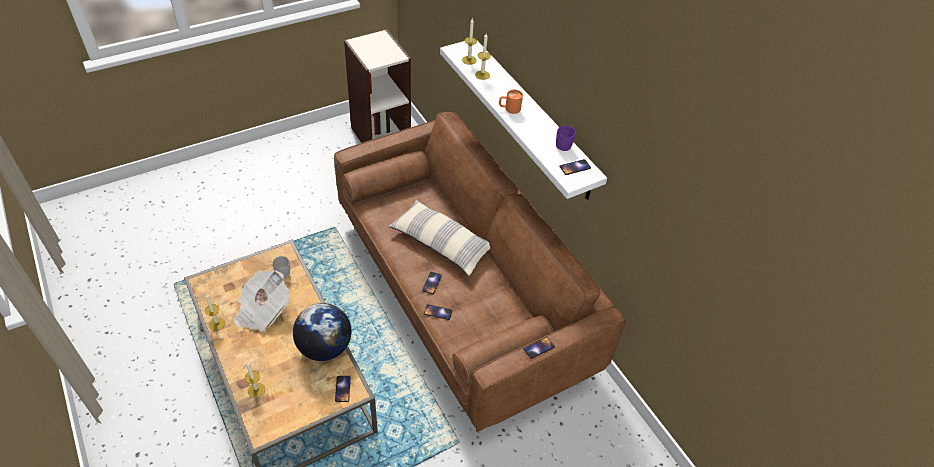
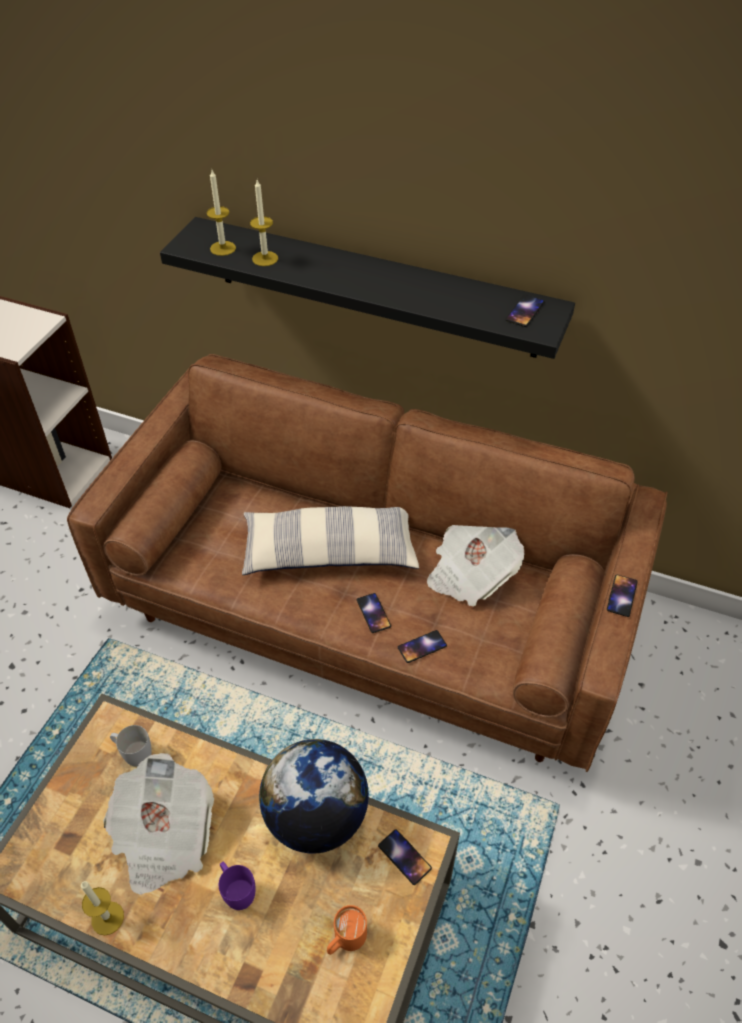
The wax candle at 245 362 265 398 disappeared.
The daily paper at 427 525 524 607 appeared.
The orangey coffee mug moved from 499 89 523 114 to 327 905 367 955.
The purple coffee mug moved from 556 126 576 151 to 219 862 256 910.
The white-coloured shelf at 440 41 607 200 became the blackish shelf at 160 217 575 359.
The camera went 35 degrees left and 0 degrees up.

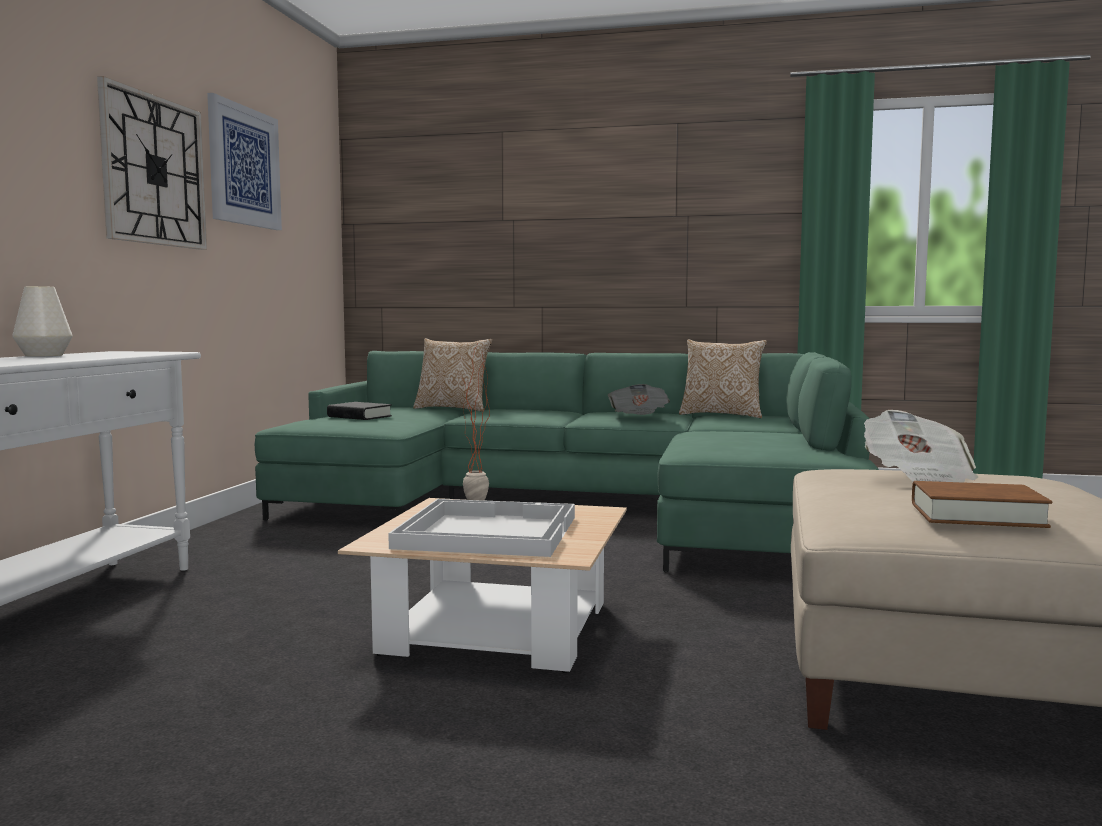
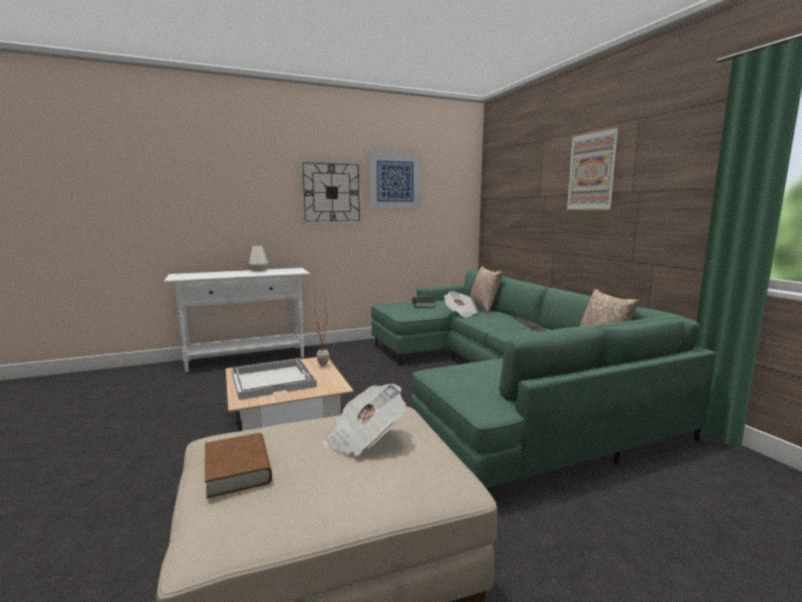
The daily paper at 444 291 478 317 appeared.
The wall picture at 566 126 619 211 appeared.
The camera went 55 degrees right and 5 degrees up.

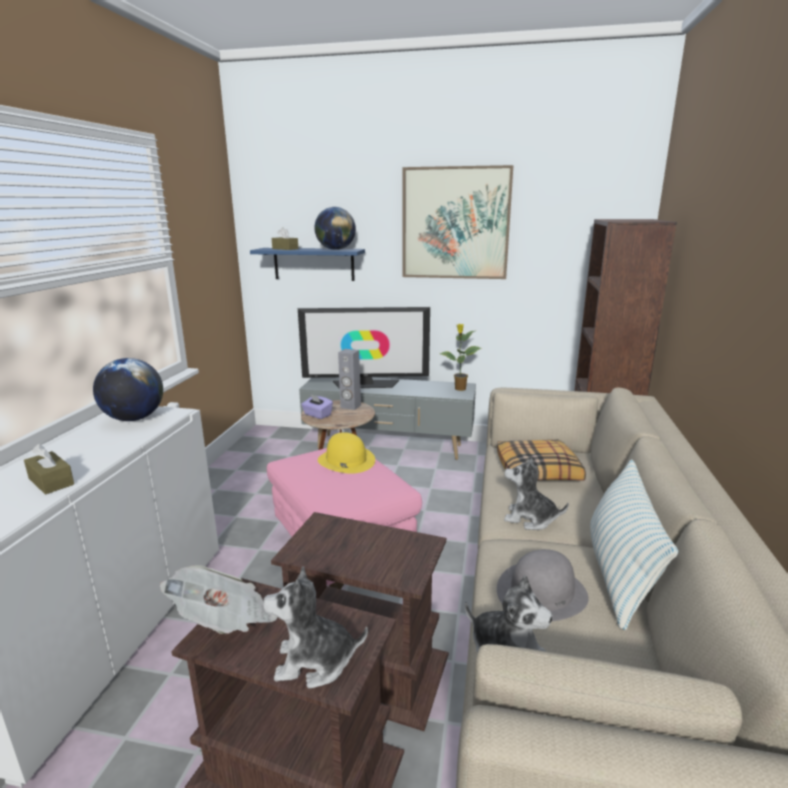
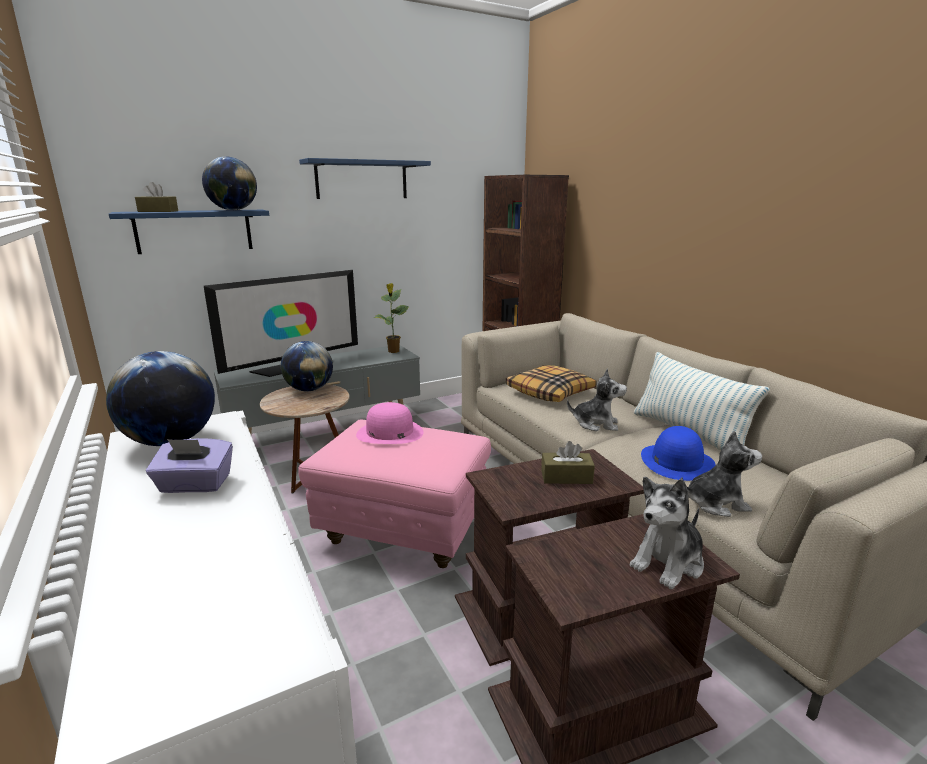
The daily paper at 160 565 277 634 disappeared.
The brownish box of tissues moved from 24 444 74 494 to 541 441 595 484.
The purple box of tissues moved from 301 394 333 419 to 146 438 233 493.
The gray audio speaker at 338 349 361 410 was replaced by the world globe at 281 341 333 391.
The wall picture at 402 165 513 279 was replaced by the blue-coloured shelf at 299 158 431 199.
The yellow-coloured wearable hat at 318 432 375 474 became the pink wearable hat at 356 402 424 444.
The gray wearable hat at 497 549 589 622 became the blue-coloured wearable hat at 641 426 716 481.
The soft toy at 504 458 569 530 turned 150 degrees counterclockwise.
The camera went 40 degrees left and 0 degrees up.

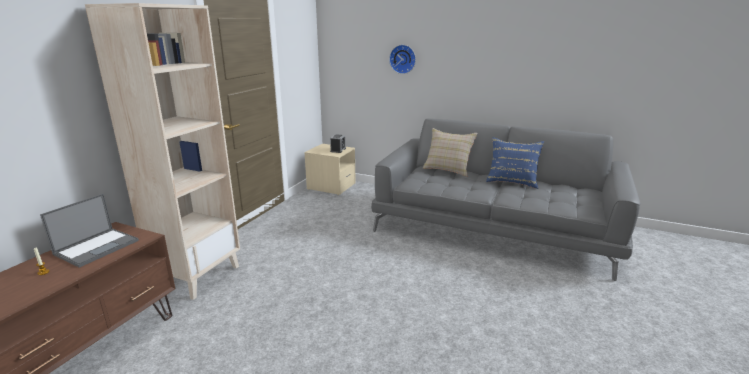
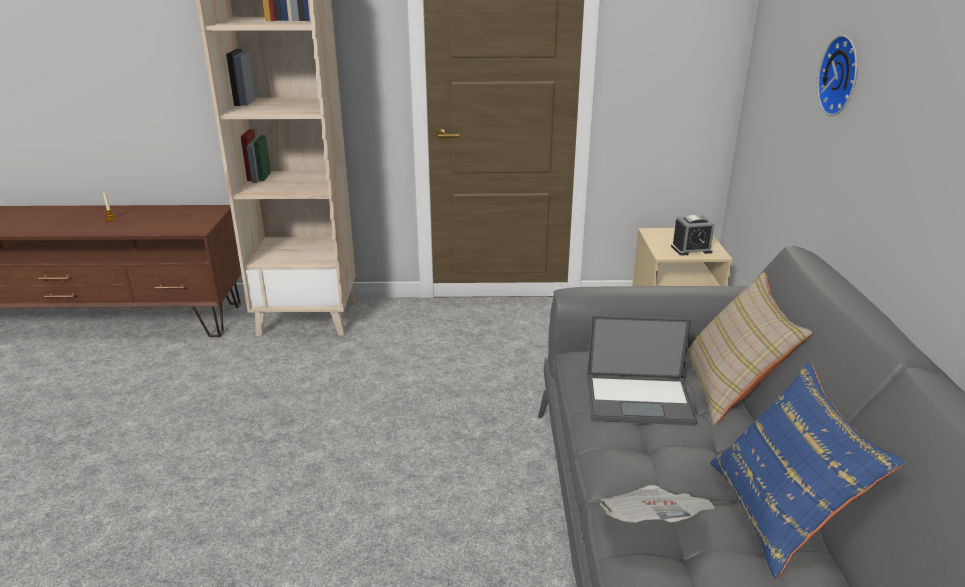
The daily paper at 599 485 715 523 appeared.
The portable computer moved from 40 194 139 268 to 587 315 697 426.
The camera went 65 degrees right and 5 degrees up.

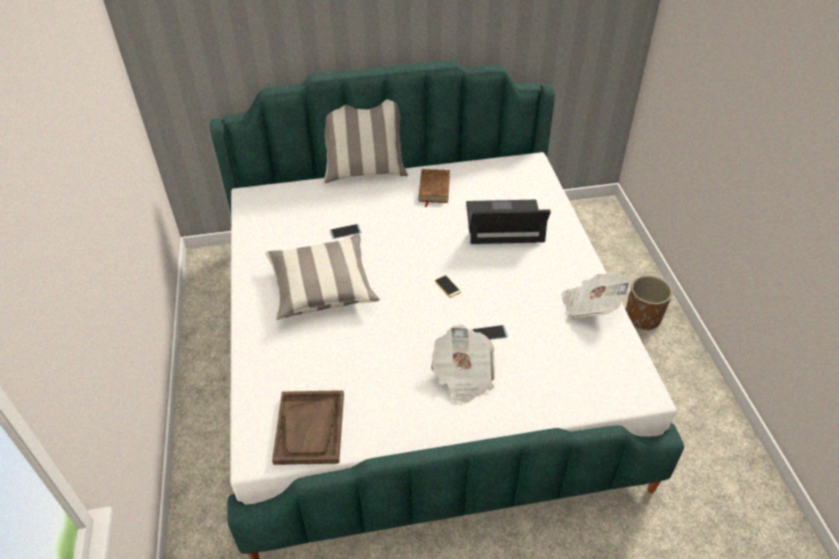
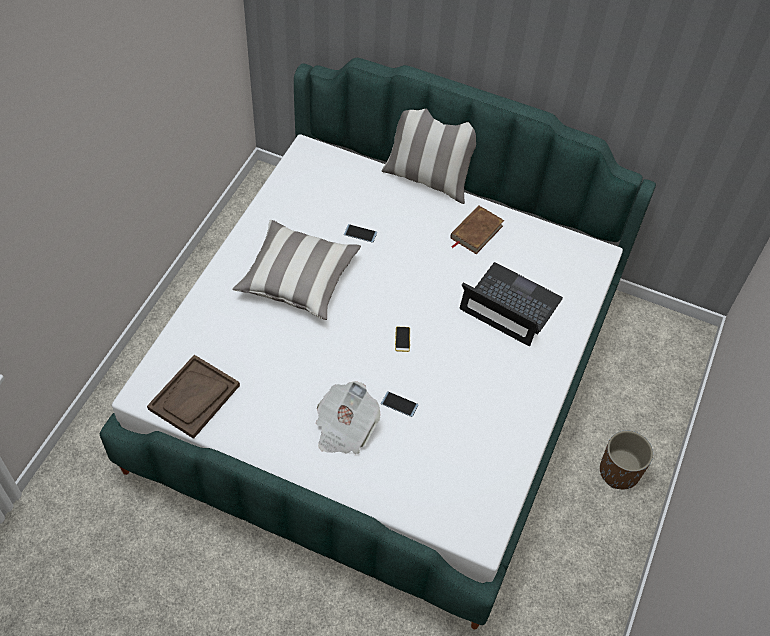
The daily paper at 561 273 631 317 disappeared.
The camera went 30 degrees right and 10 degrees up.

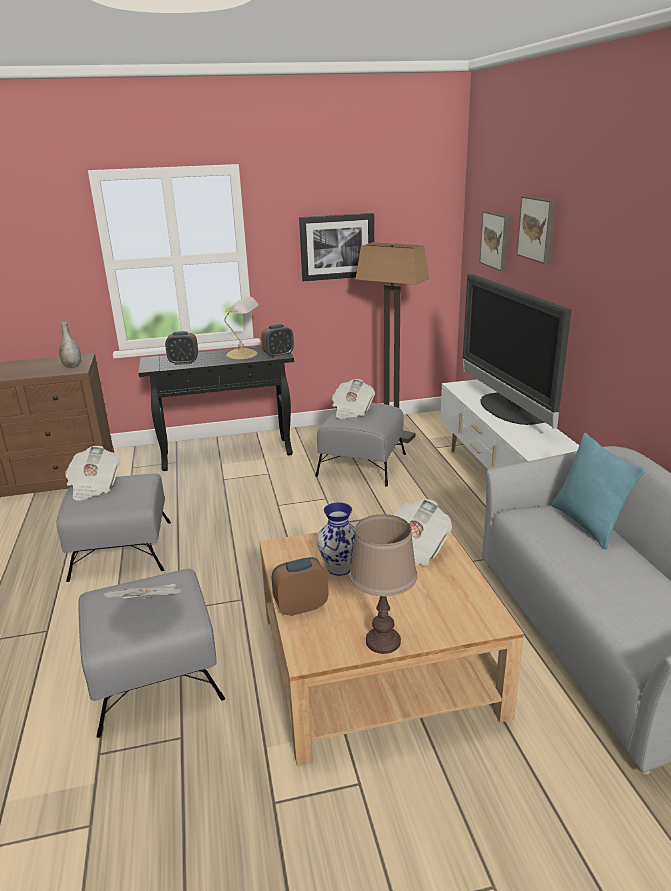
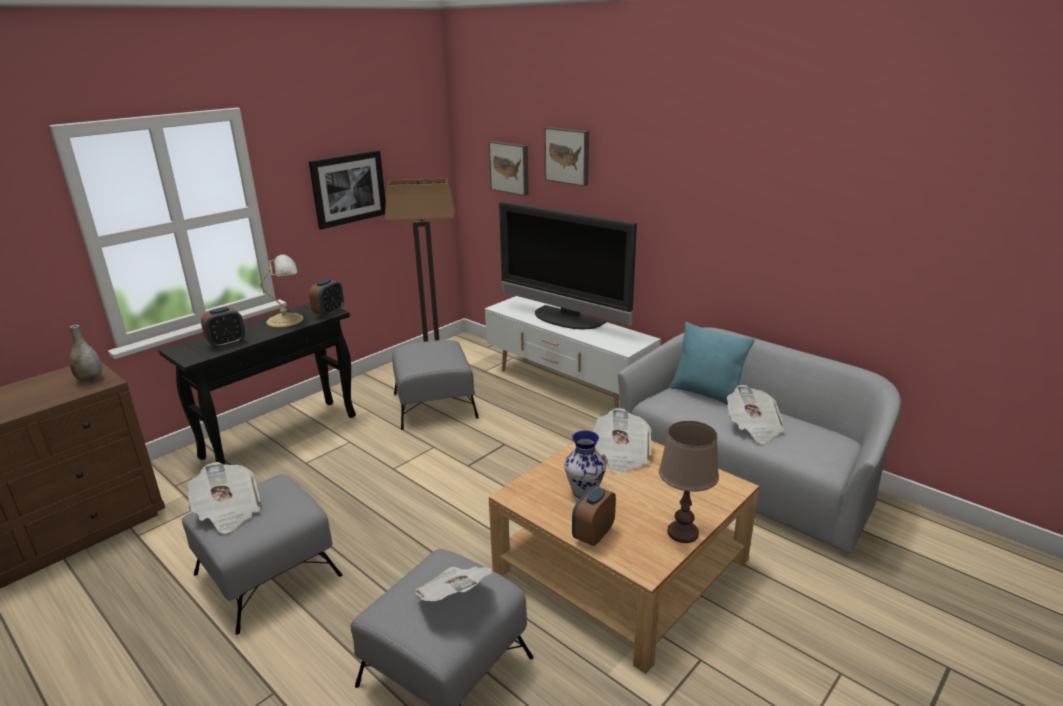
The daily paper moved from 332 379 375 419 to 727 385 785 444.
The camera went 35 degrees left and 0 degrees up.

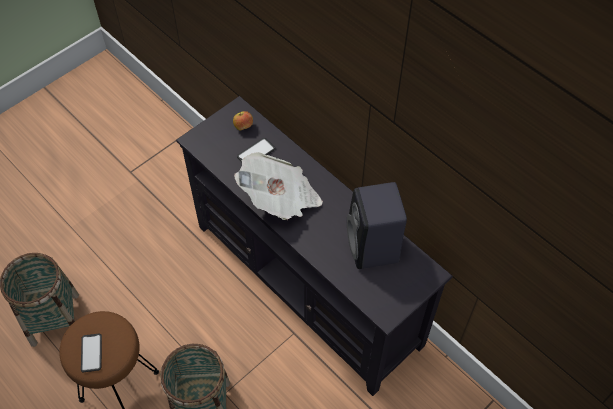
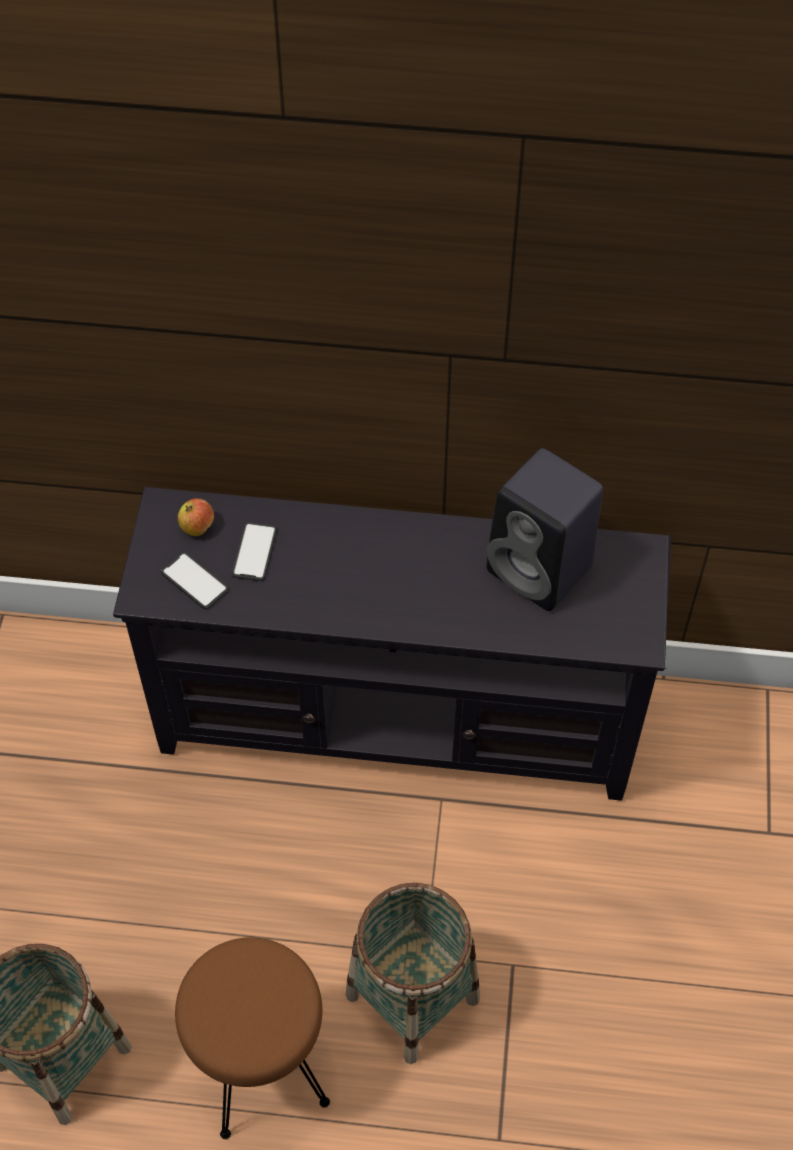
The daily paper at 234 152 323 220 disappeared.
The handset moved from 81 334 102 372 to 161 552 229 609.
The camera went 40 degrees left and 0 degrees up.

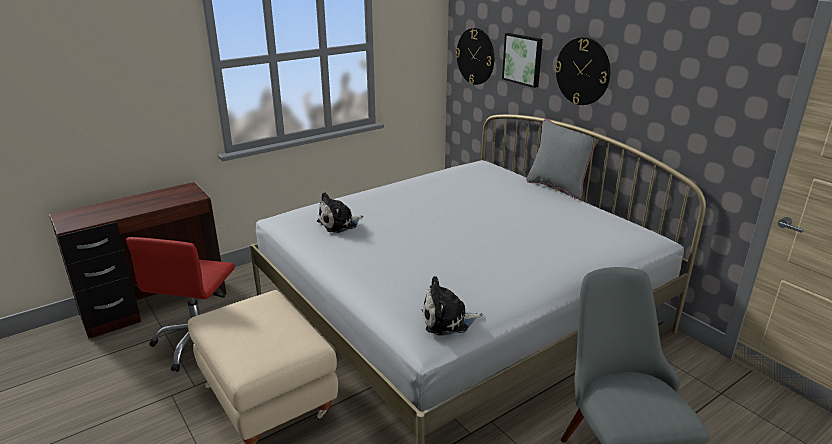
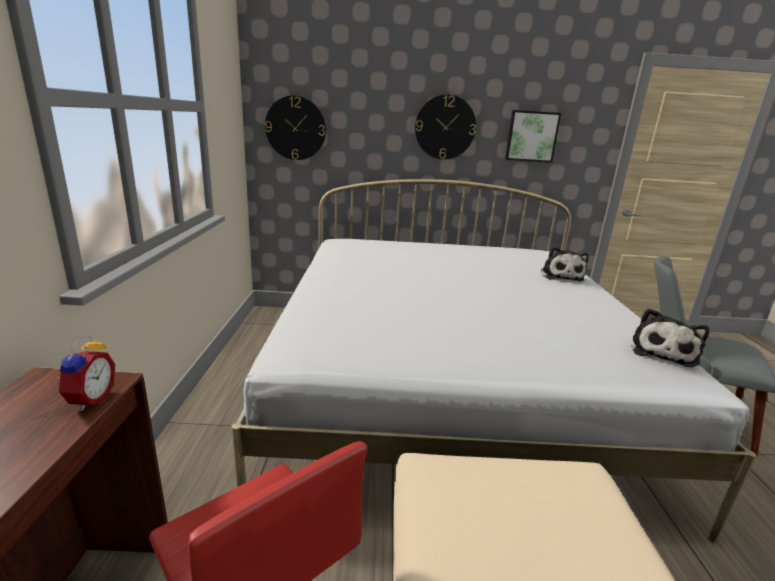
The gray throw pillow at 526 119 600 199 disappeared.
The alarm clock at 56 335 115 411 appeared.
The soft toy moved from 317 192 363 233 to 541 246 589 281.
The wall picture moved from 502 33 543 88 to 505 110 561 163.
The camera went 55 degrees left and 5 degrees down.

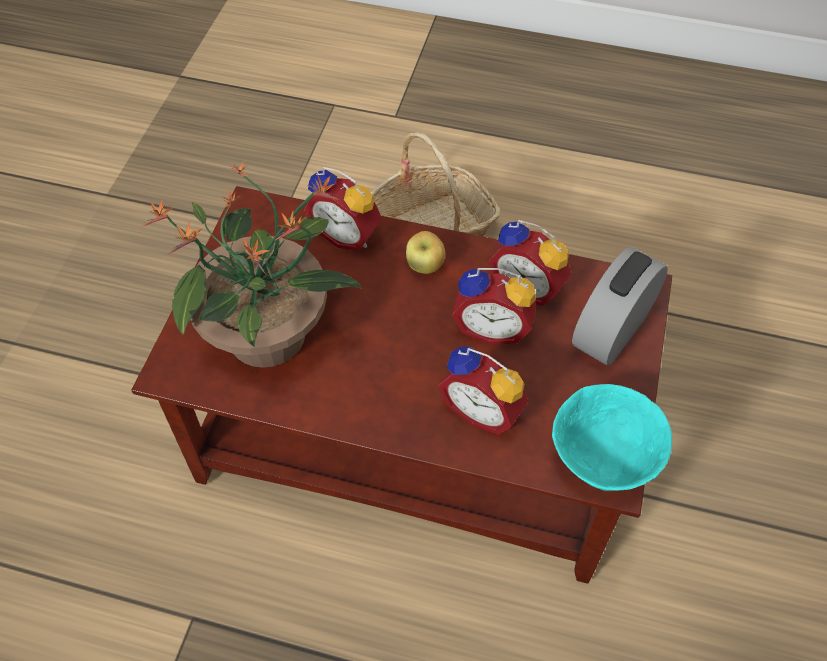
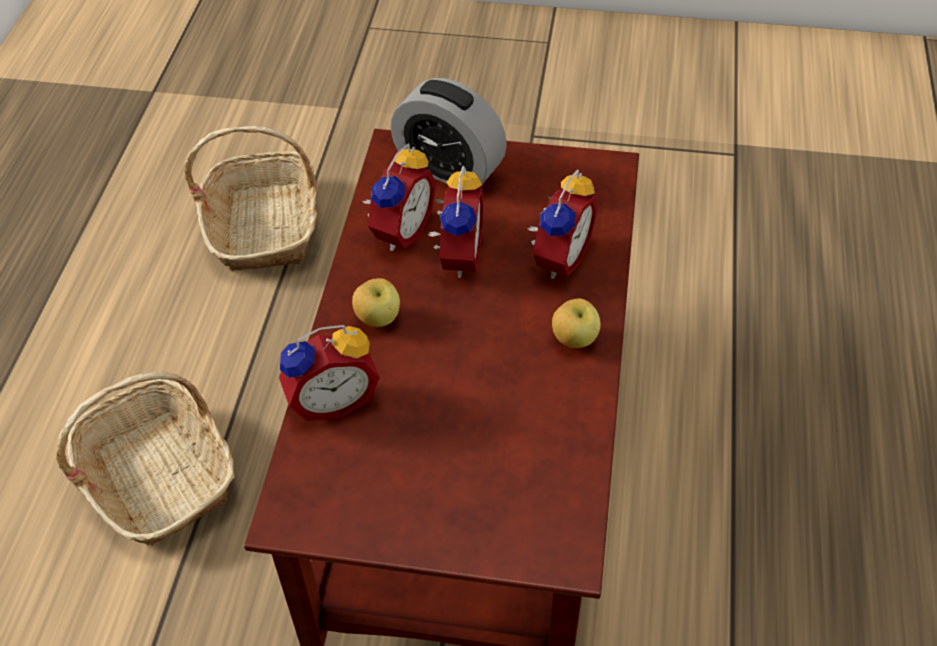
The plant in a pot at 141 162 362 368 disappeared.
The blue-green bowl at 552 384 672 491 disappeared.
The storage basket at 184 126 317 271 appeared.
The whole apple at 552 299 601 348 appeared.
The alarm clock at 304 167 382 251 turned 45 degrees clockwise.
The camera went 95 degrees left and 5 degrees down.

